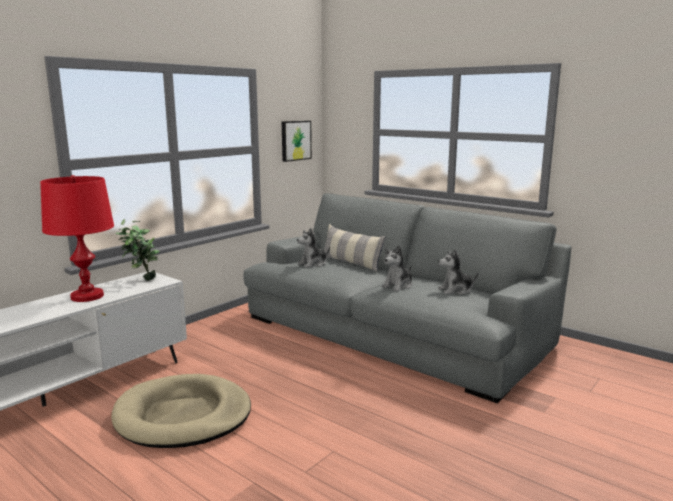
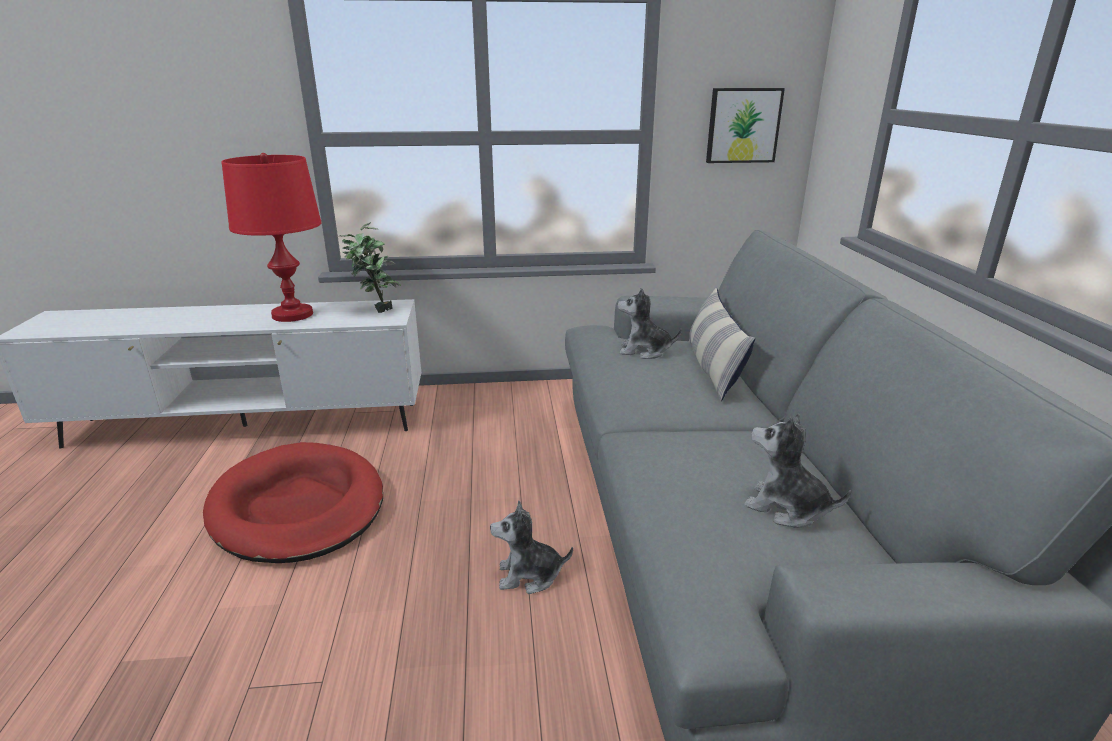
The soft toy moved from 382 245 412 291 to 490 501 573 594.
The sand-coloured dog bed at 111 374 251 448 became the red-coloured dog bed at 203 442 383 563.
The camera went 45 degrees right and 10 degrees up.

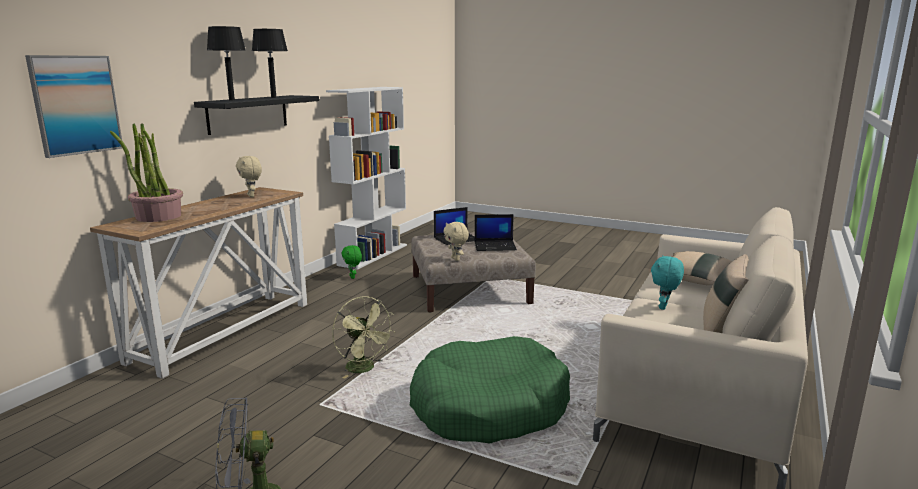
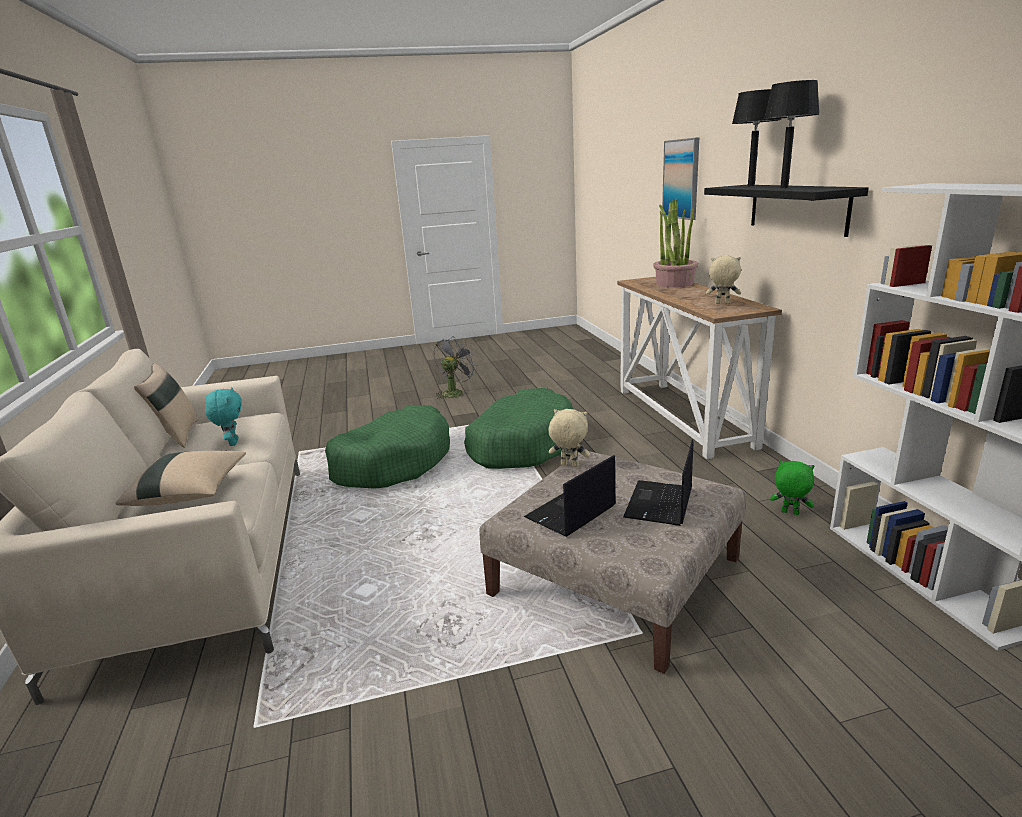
The green electric fan at 332 296 395 379 was replaced by the green dog bed at 464 388 573 469.
The camera went 140 degrees right and 5 degrees up.

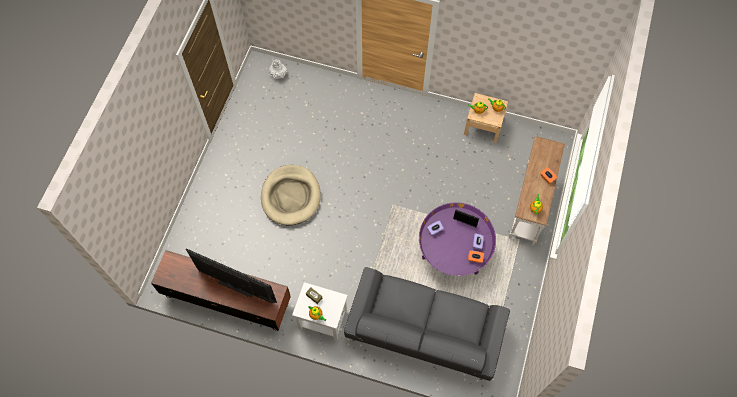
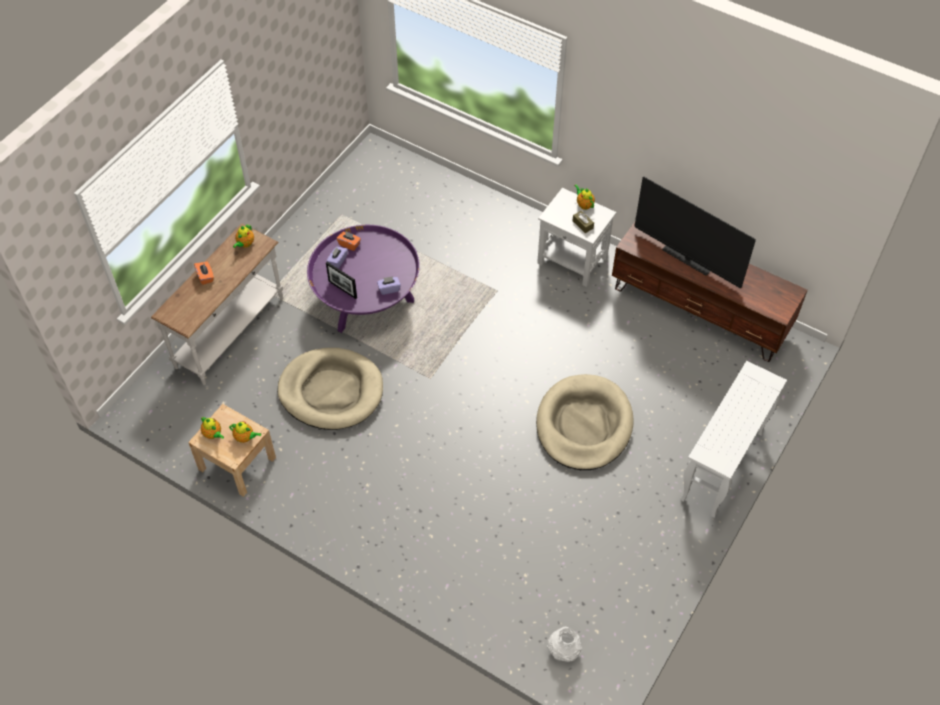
The gray sofa at 344 267 510 381 disappeared.
The sand-coloured dog bed at 277 348 383 430 appeared.
The white-coloured hall table at 680 361 787 518 appeared.
The camera went 165 degrees left and 10 degrees down.

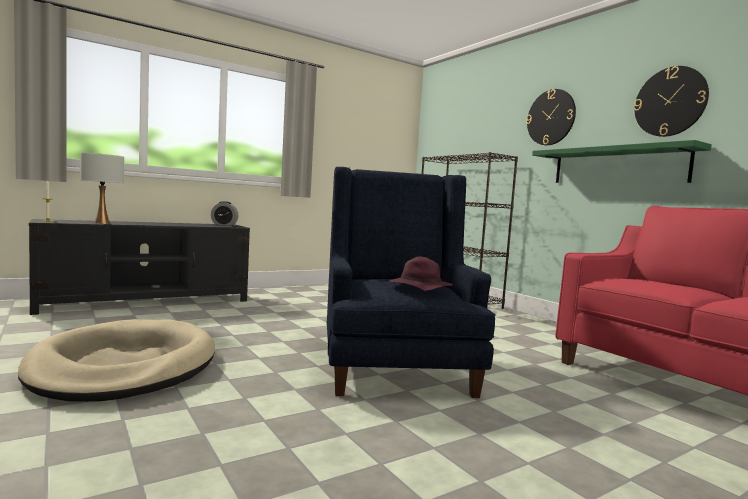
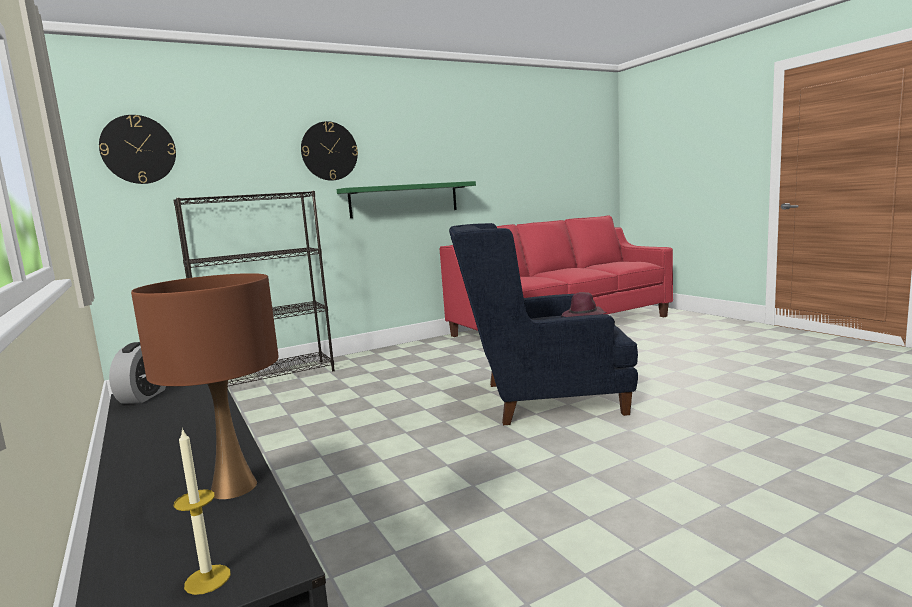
The sand-coloured dog bed at 18 319 215 402 disappeared.
The wall clock moved from 634 66 709 137 to 99 115 176 184.
The white-coloured tabletop lamp at 80 153 124 224 became the brownish tabletop lamp at 131 273 279 499.
The camera went 85 degrees left and 5 degrees up.

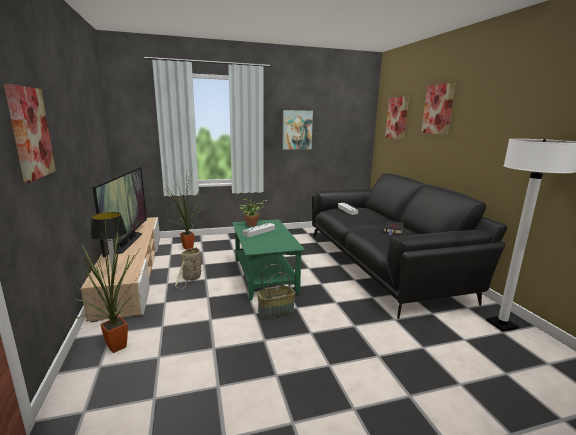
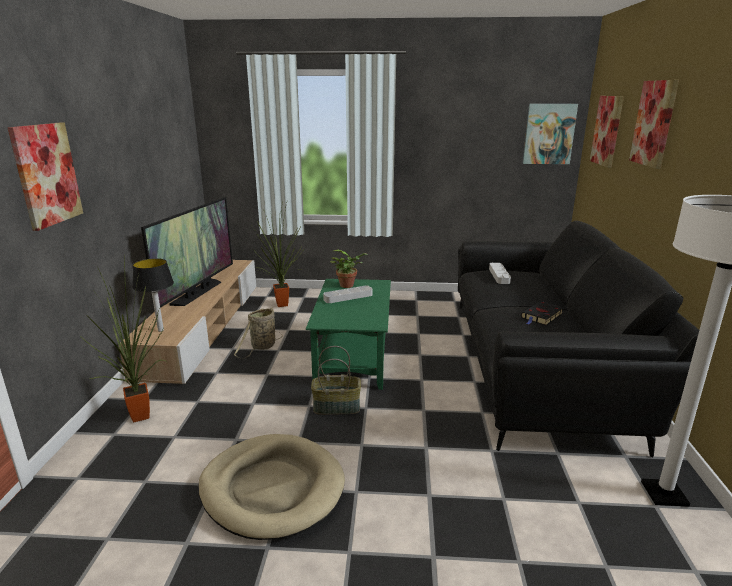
The sand-coloured dog bed at 198 434 345 540 appeared.
The wall picture moved from 282 110 313 150 to 523 104 578 164.
The camera went 20 degrees right and 5 degrees up.

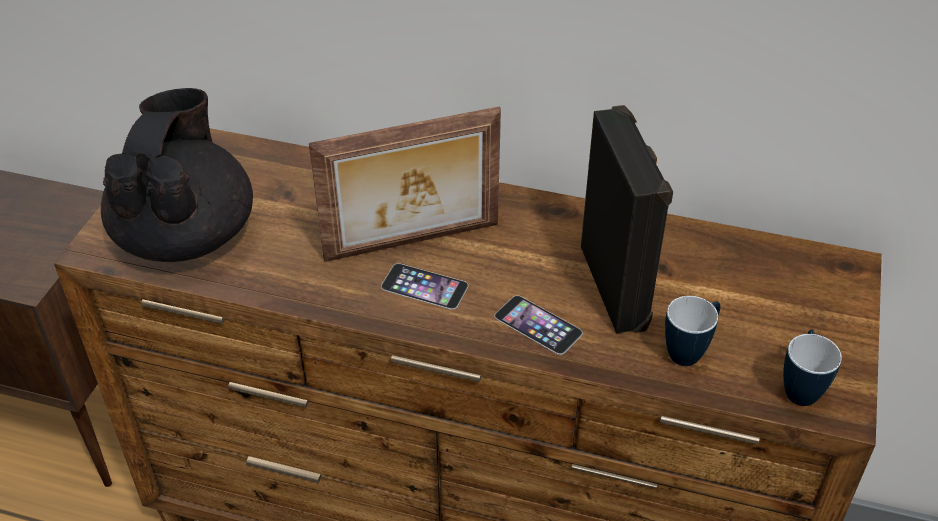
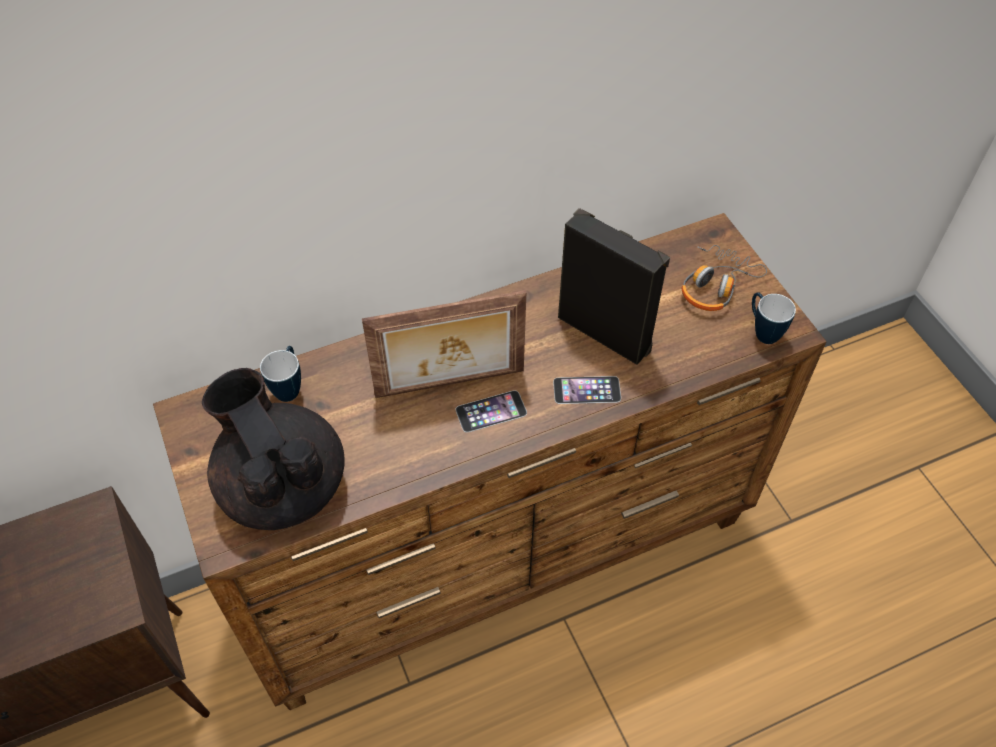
The headset at 682 245 767 311 appeared.
The coffee mug moved from 665 296 720 366 to 260 346 301 402.
The picture frame at 309 106 501 262 turned 45 degrees clockwise.
The camera went 40 degrees left and 10 degrees up.

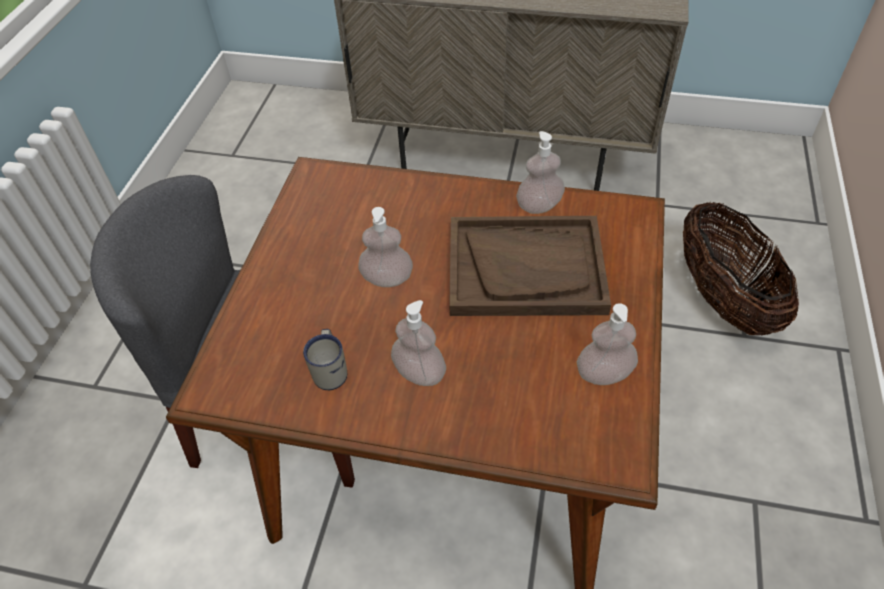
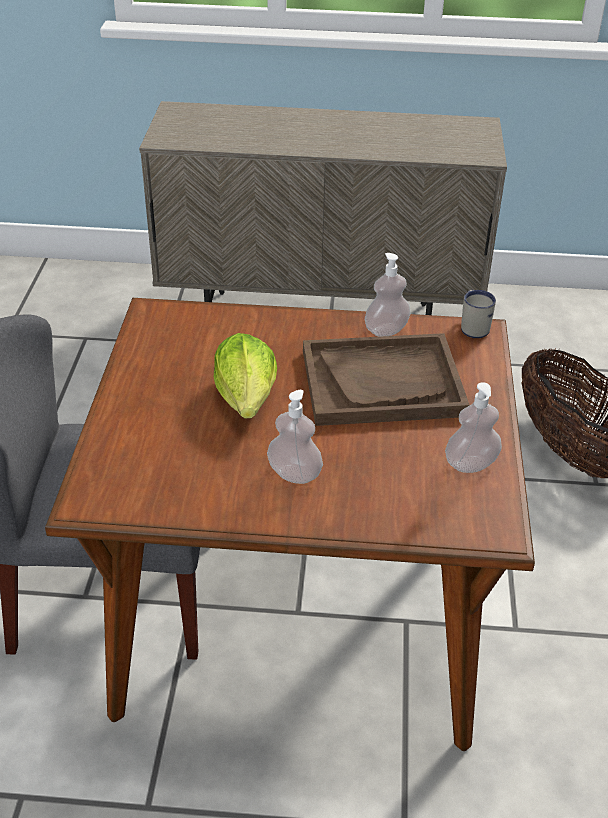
The white-coloured coffee mug moved from 303 329 347 390 to 461 290 496 338.
The soap dispenser at 358 207 413 287 was replaced by the lettuce head at 214 333 277 418.
The camera went 10 degrees left and 10 degrees down.

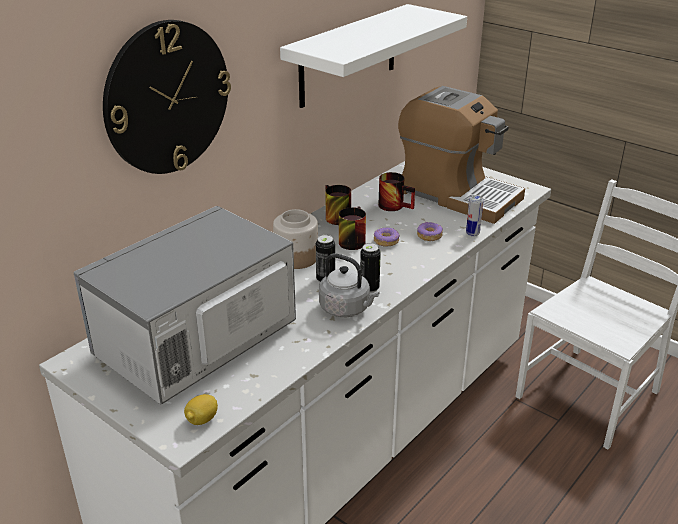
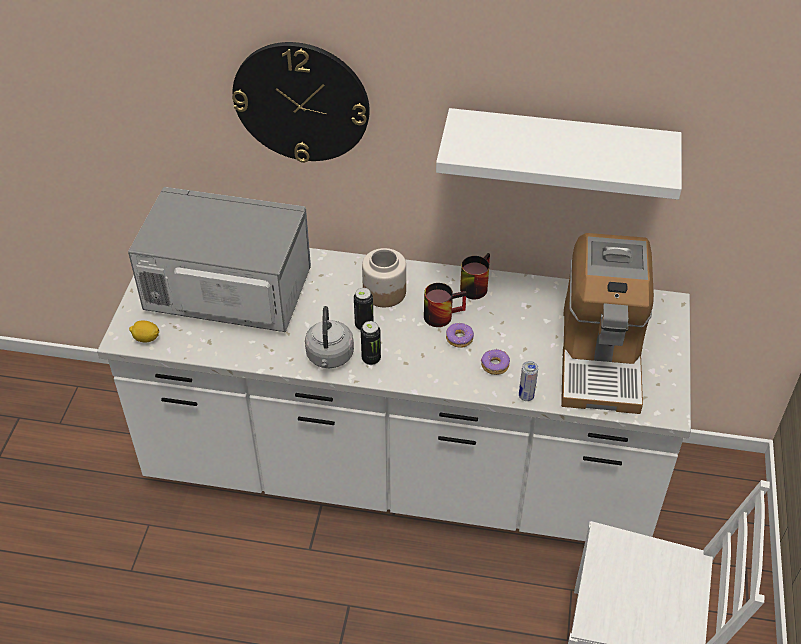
The coffee mug at 379 172 415 211 disappeared.
The camera went 60 degrees right and 15 degrees up.

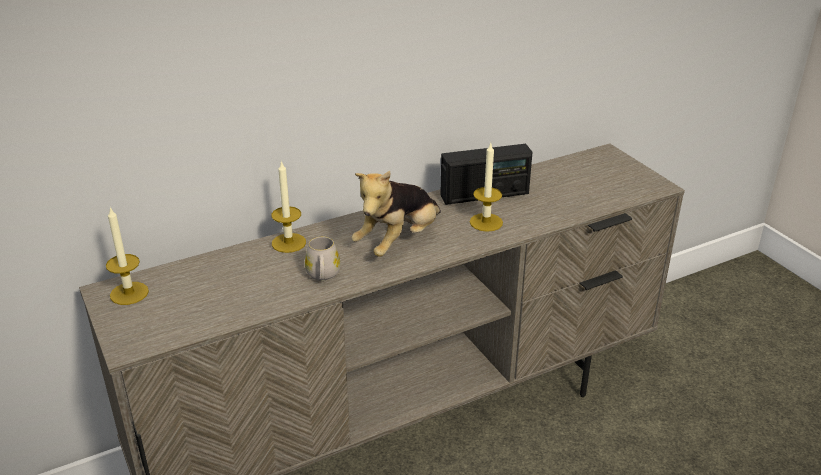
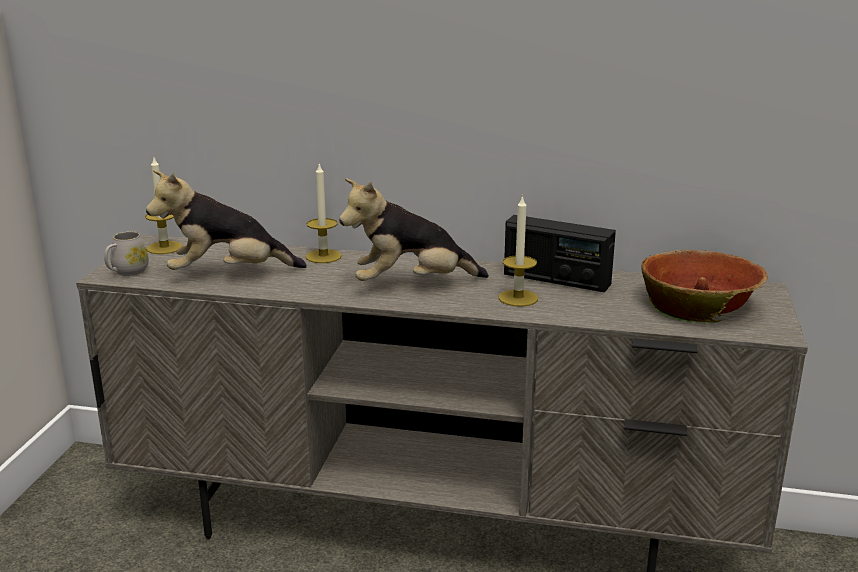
The soft toy at 146 170 307 270 appeared.
The bowl at 641 250 768 323 appeared.
The white-coloured coffee mug moved from 305 237 340 281 to 104 231 149 276.
The camera went 40 degrees right and 10 degrees down.

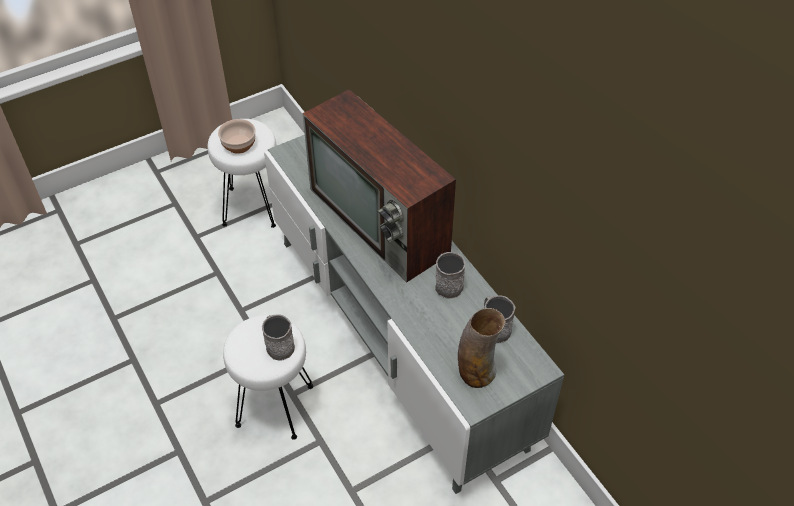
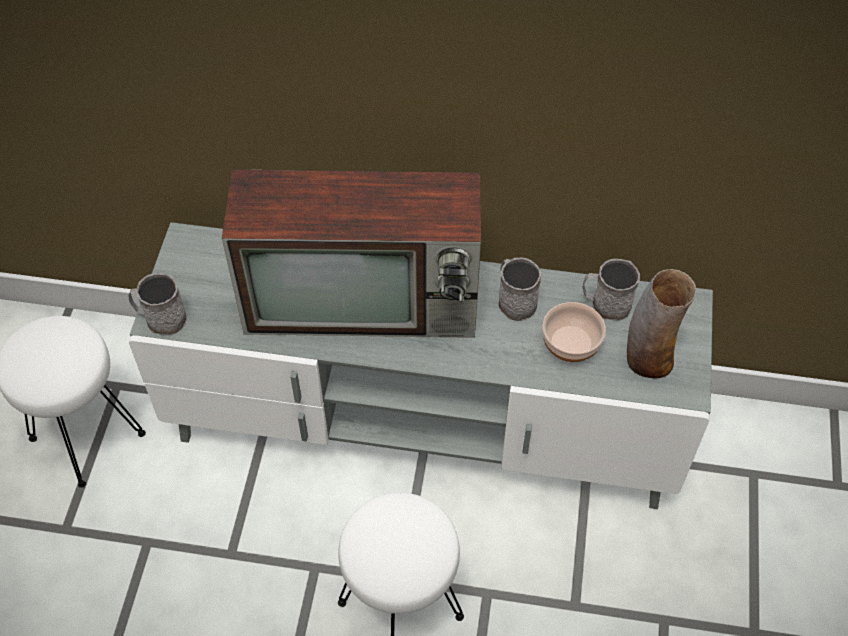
The bowl moved from 218 119 256 154 to 543 302 606 362.
The gray coffee mug moved from 262 314 295 361 to 128 273 187 335.
The camera went 50 degrees left and 5 degrees up.

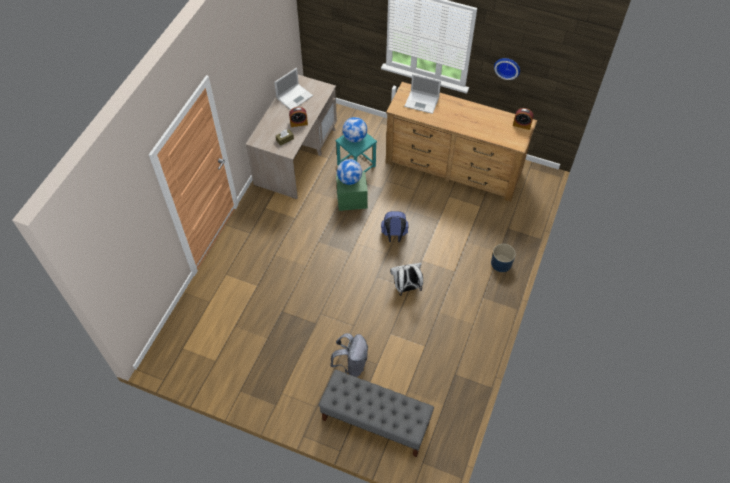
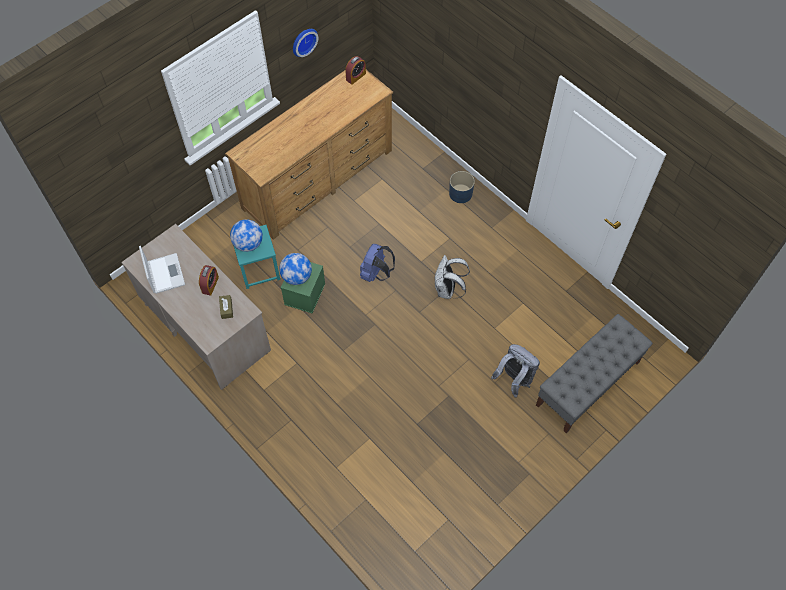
The portable computer at 404 74 441 114 disappeared.
The camera went 65 degrees left and 5 degrees up.

